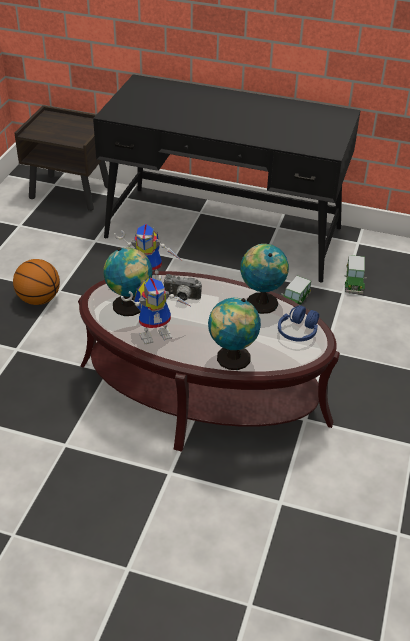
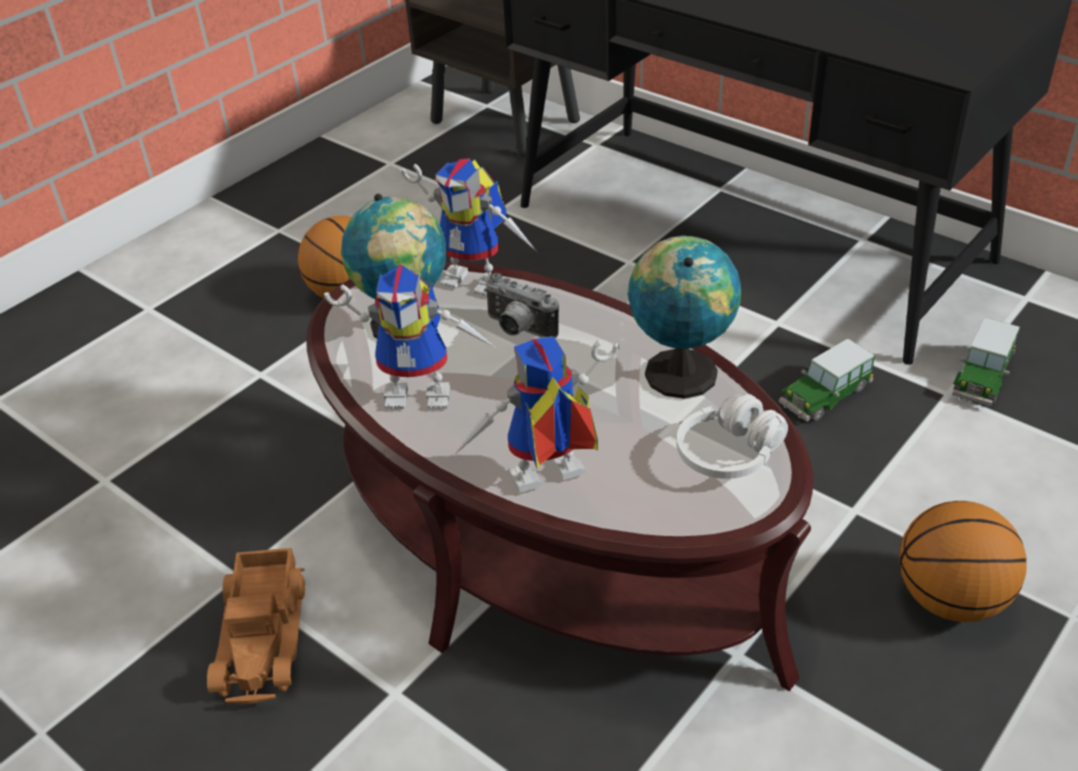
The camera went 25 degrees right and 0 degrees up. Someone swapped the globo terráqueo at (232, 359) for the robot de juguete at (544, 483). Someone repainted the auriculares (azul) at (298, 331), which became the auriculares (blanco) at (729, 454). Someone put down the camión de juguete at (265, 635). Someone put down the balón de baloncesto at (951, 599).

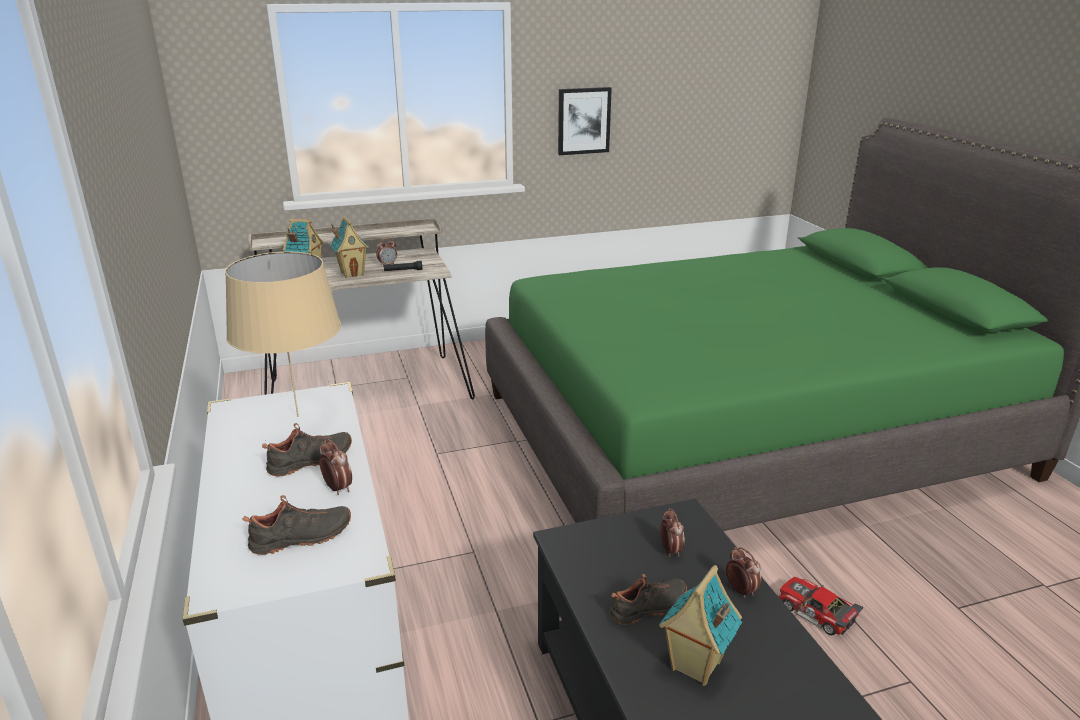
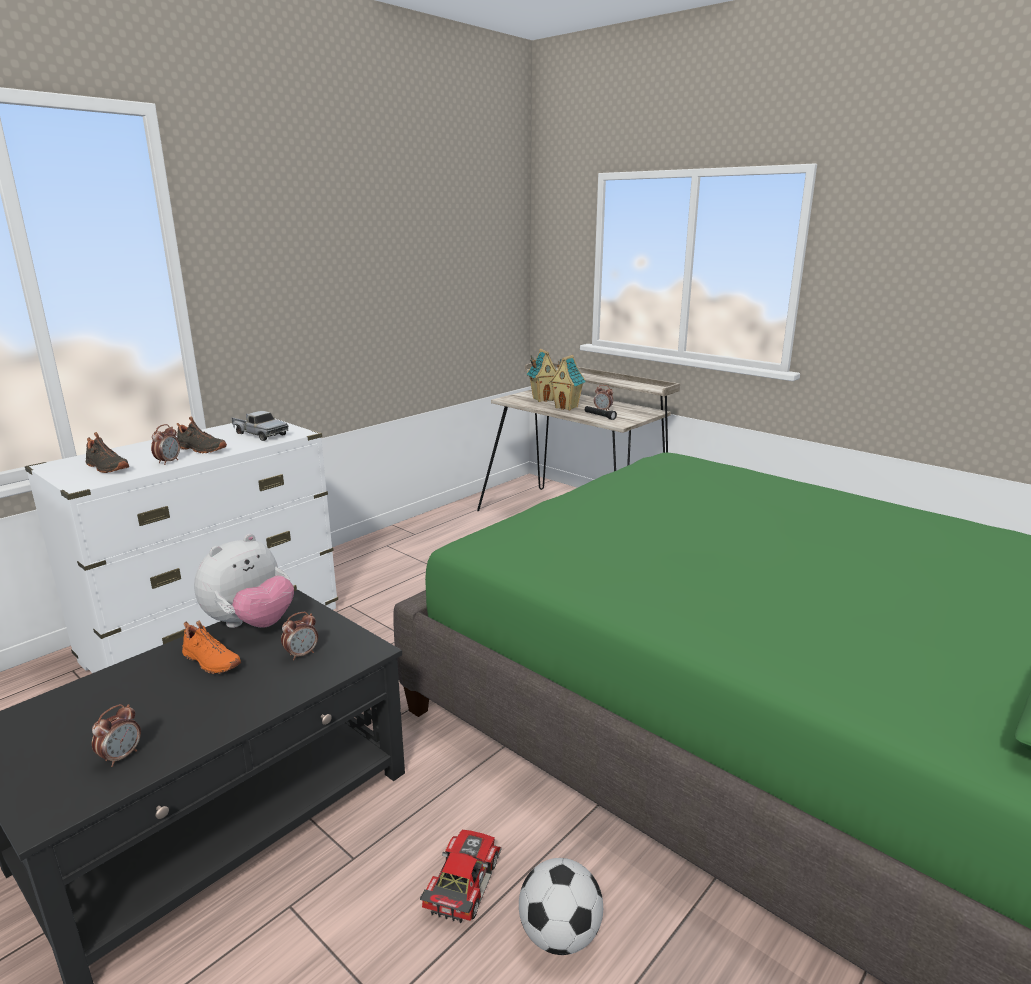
The camera went 60 degrees right and 5 degrees down. Someone swapped the lámpara de mesa (beis) at (297, 416) for the camión de juguete at (259, 434). Someone took away the cuadro at (583, 121). Someone repainted the zapato (negro) at (649, 608), which became the zapato (naranja) at (210, 662). Someone took away the casita at (694, 666). Someone carried the despertador from (740, 590) to (121, 756). Someone put down the peluche at (251, 624). Someone put down the balón de fútbol at (559, 935).

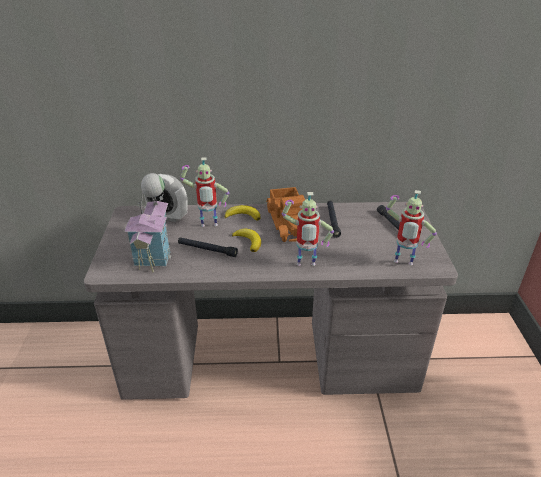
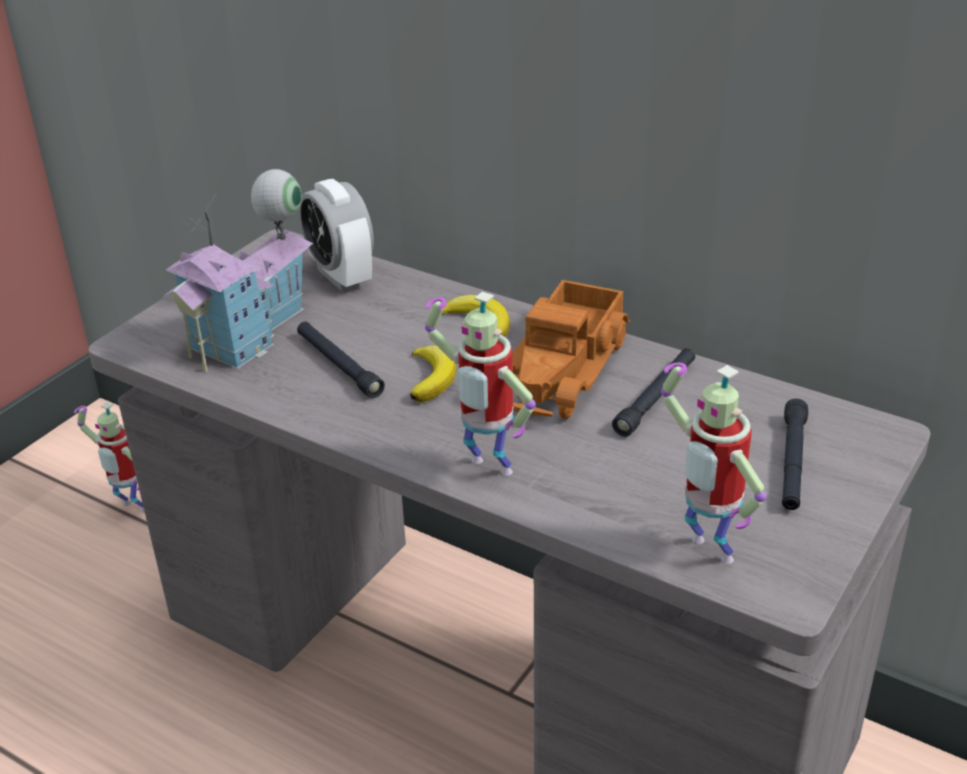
The camera went 35 degrees right and 0 degrees up. Someone carried the robot de juguete from (208, 226) to (131, 509).

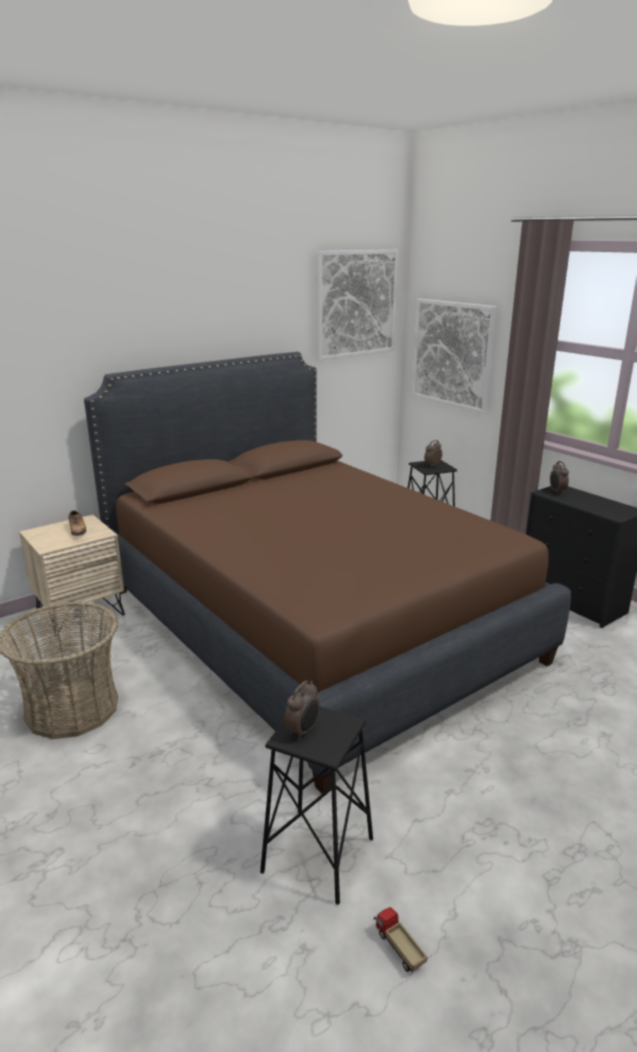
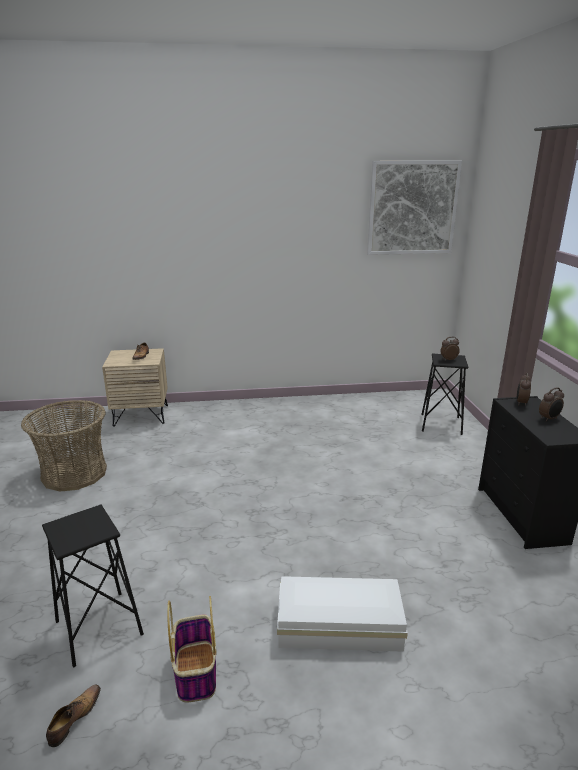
The camera went 30 degrees right and 0 degrees up. Someone took away the cama (marrón) at (313, 623). Someone carried the despertador from (303, 731) to (549, 419). Someone swapped the camión de juguete at (398, 948) for the zapato at (74, 719). Someone took away the cuadro at (452, 354). Someone put down the cesta at (195, 670). Someone put down the caja de almacenaje (blanco) at (341, 626).

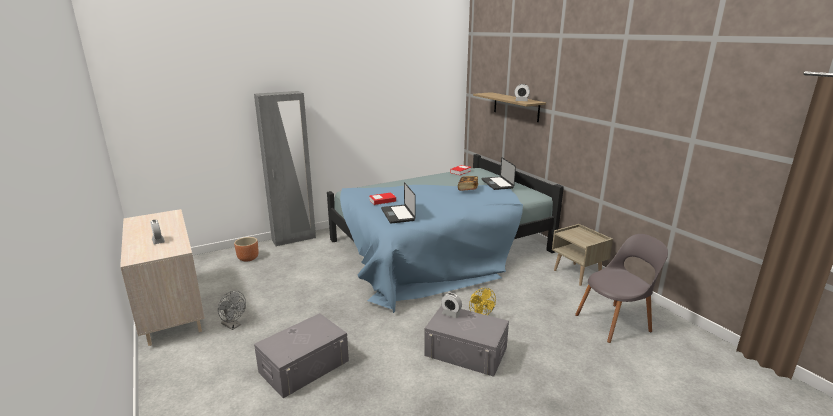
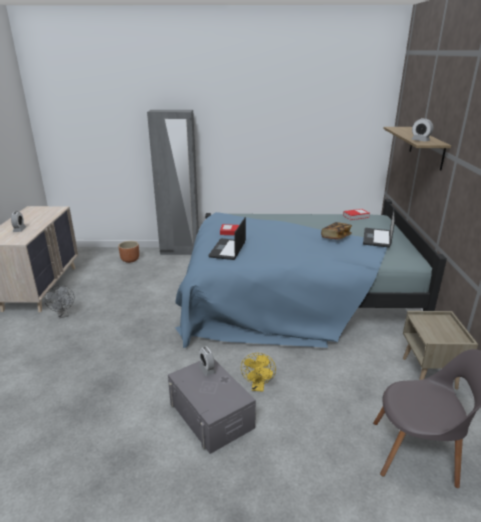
The camera went 30 degrees right and 5 degrees up. Someone took away the caja de almacenaje (gris) at (304, 366).

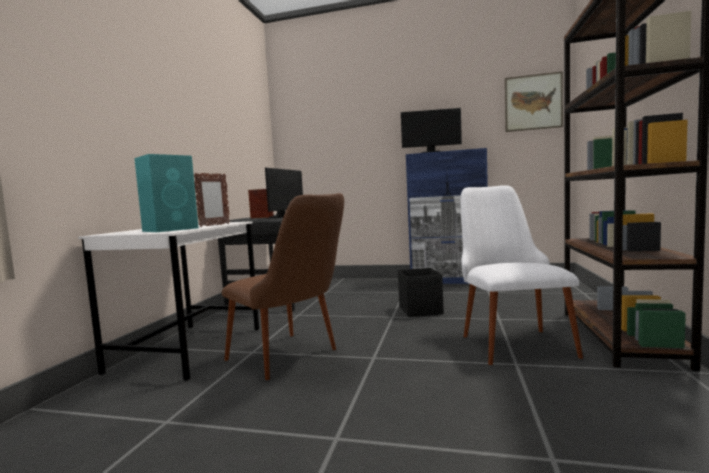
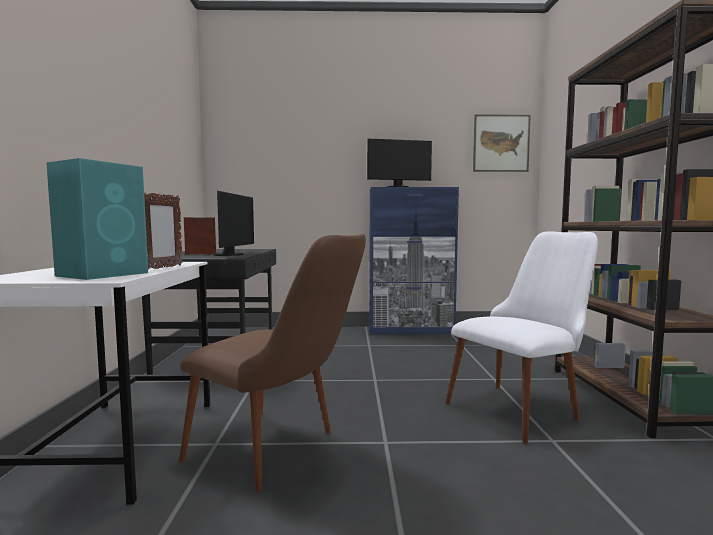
The camera went 15 degrees left and 0 degrees up. Someone took away the caja de almacenaje (negro) at (420, 310). Someone rotated the silla (blanco) at (509, 339) by 75 degrees clockwise.

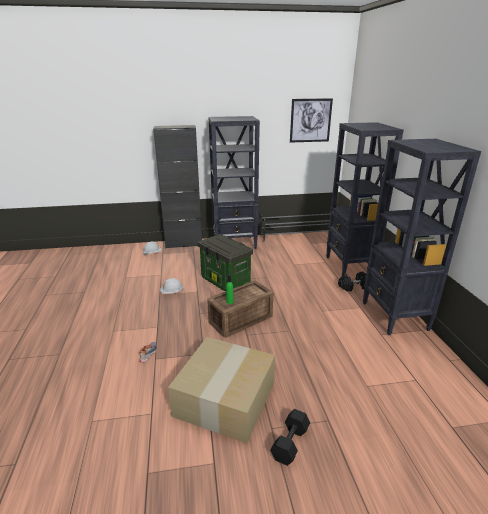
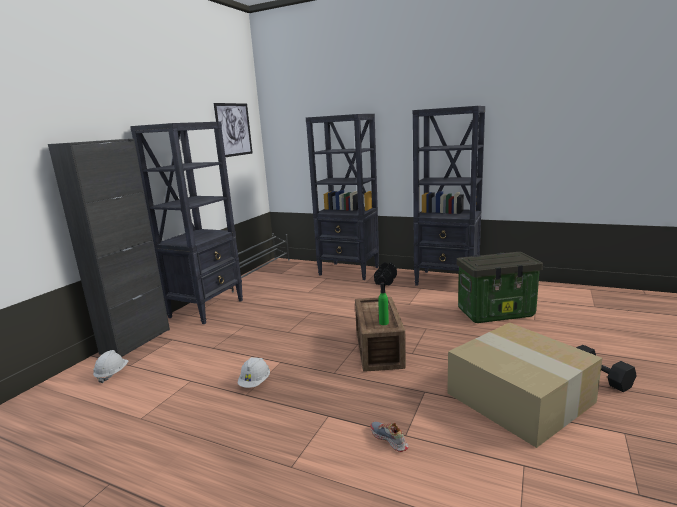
The camera went 55 degrees left and 10 degrees down. Someone carried the caja de almacenaje from (226, 281) to (496, 312).

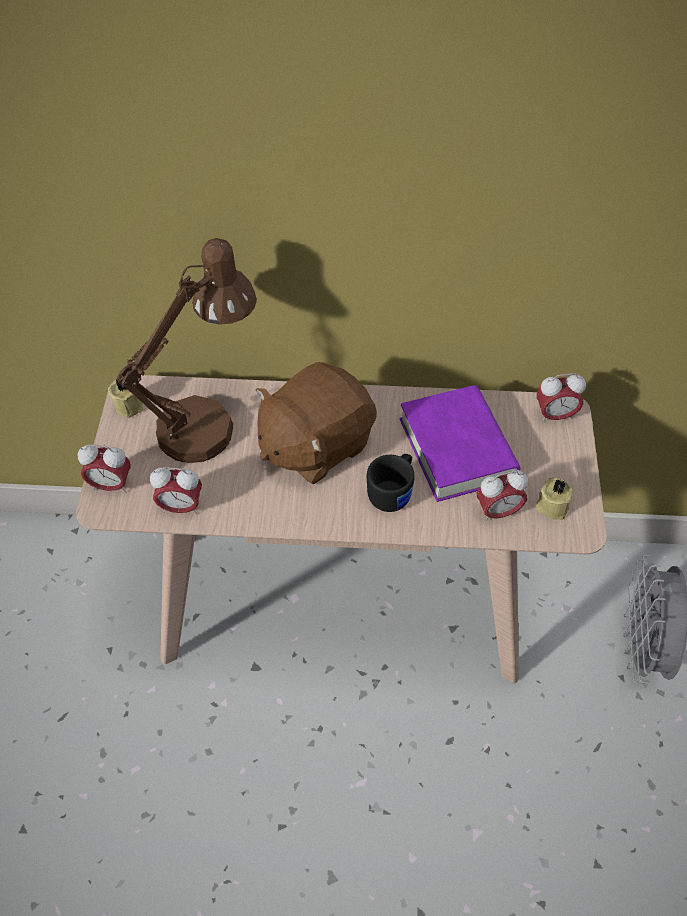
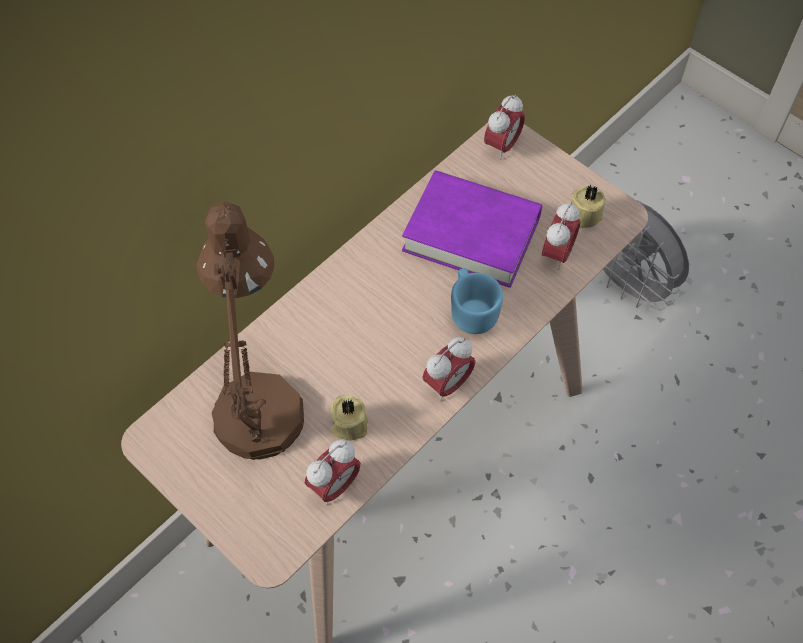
The camera went 50 degrees left and 5 degrees up. Someone carried the despertador from (111, 485) to (447, 384). Someone carried the vela (beis) from (129, 404) to (349, 423). Someone took away the peluche (marrón) at (315, 444). Someone repainted the taza grande (negro) at (393, 492), which became the taza grande (azul) at (472, 310).

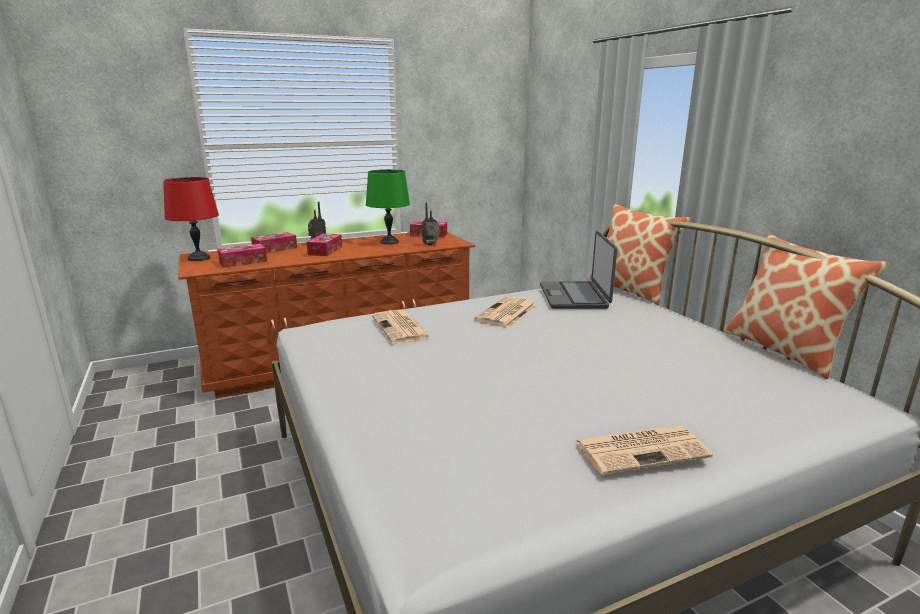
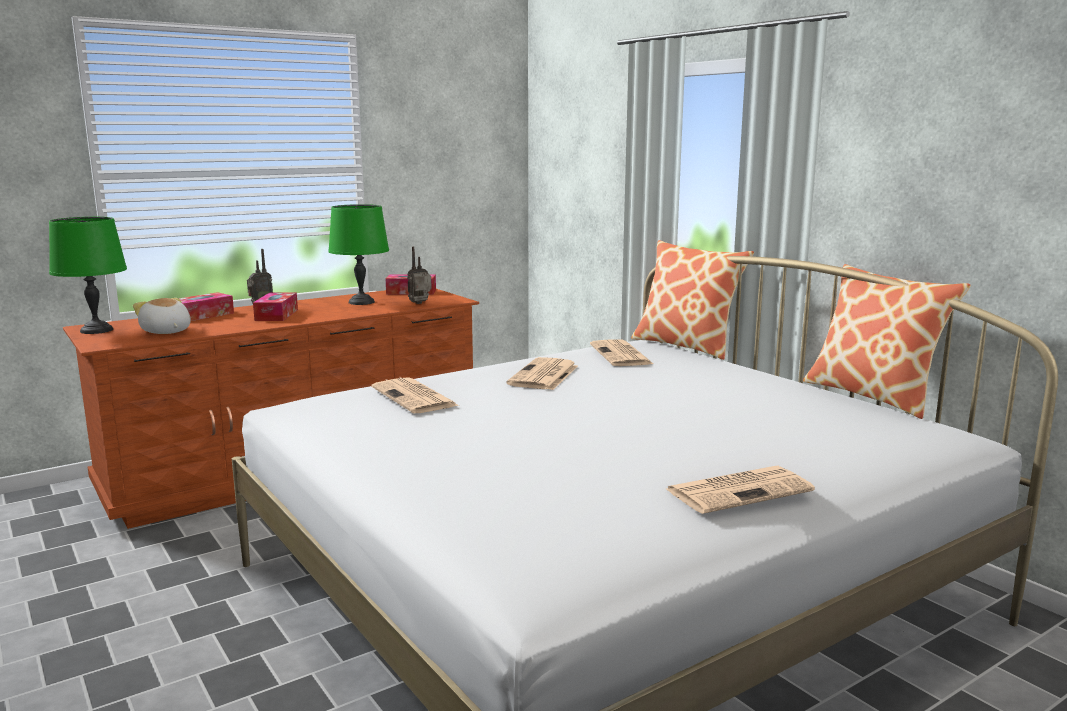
The camera went 10 degrees left and 5 degrees down. Someone repainted the lámpara de mesa (rojo) at (199, 258), which became the lámpara de mesa (verde) at (97, 330). Someone swapped the caja de pañuelos at (243, 262) for the peluche at (166, 332). Someone swapped the portátil at (574, 296) for the periódico at (621, 355).

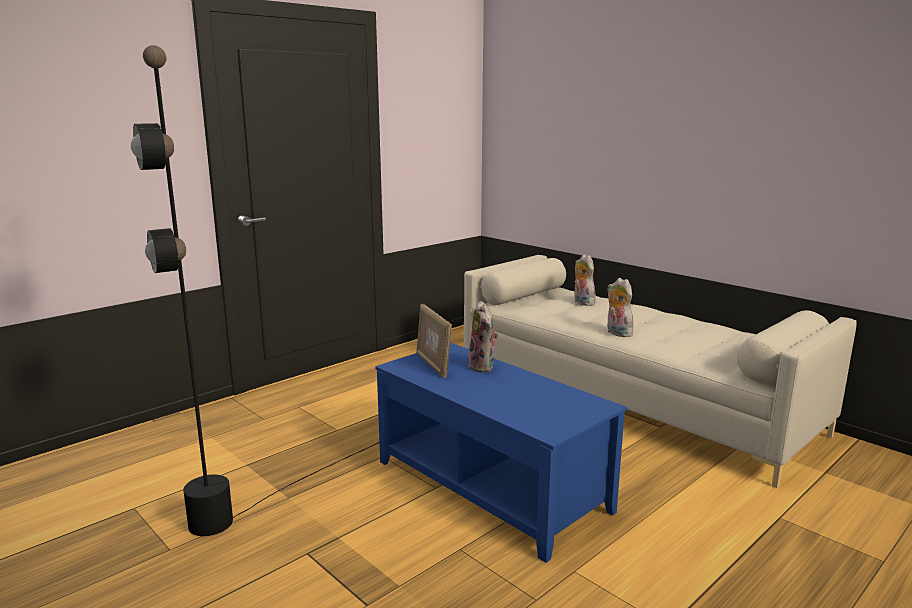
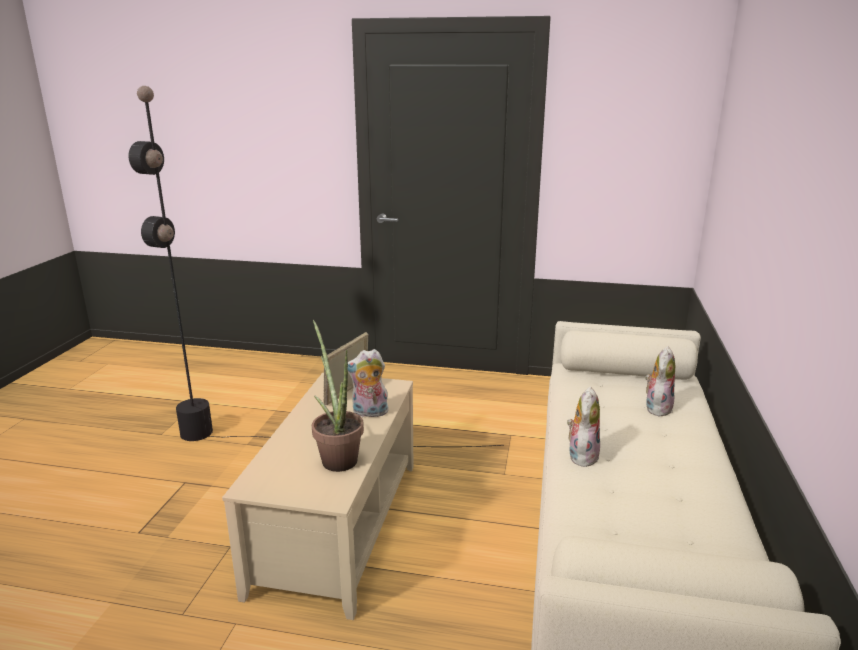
The camera went 55 degrees right and 5 degrees up. Someone repainted the mesa de centro (azul) at (491, 486), which became the mesa de centro (beis) at (338, 525). Someone rotated the peluche at (483, 367) by 45 degrees clockwise. Someone put down the planta en maceta at (337, 457).

